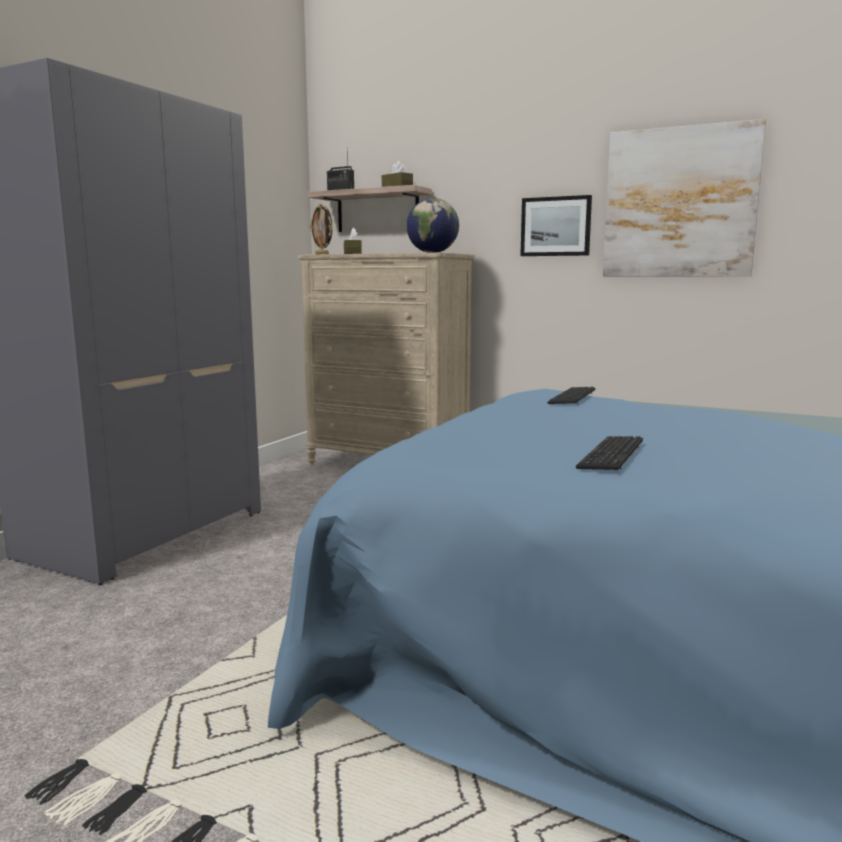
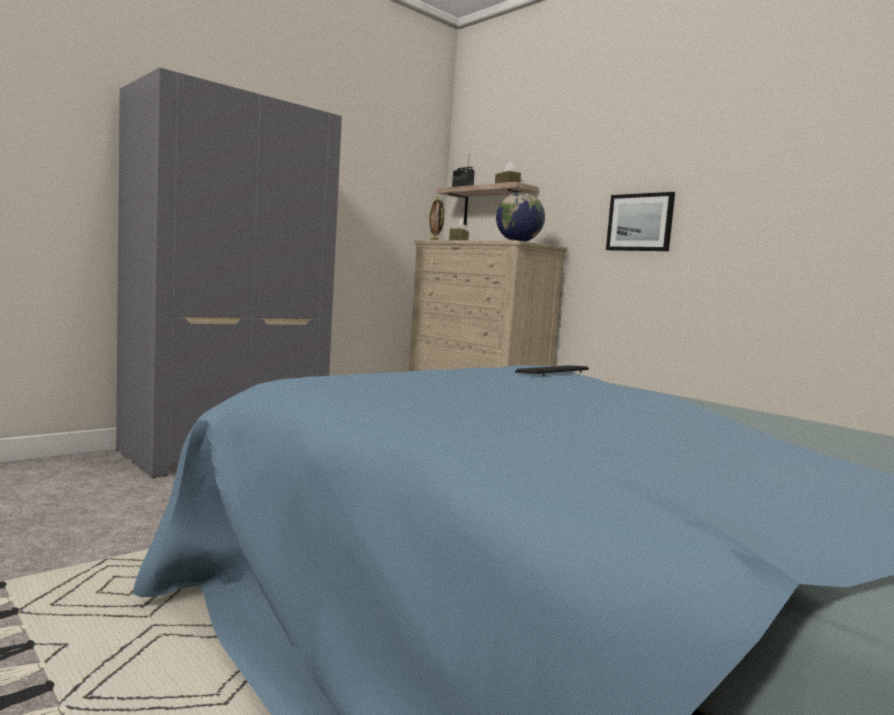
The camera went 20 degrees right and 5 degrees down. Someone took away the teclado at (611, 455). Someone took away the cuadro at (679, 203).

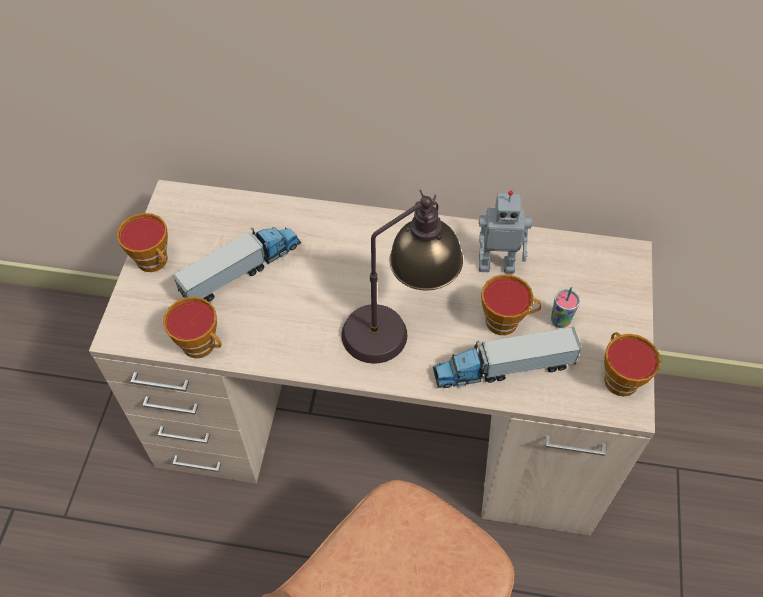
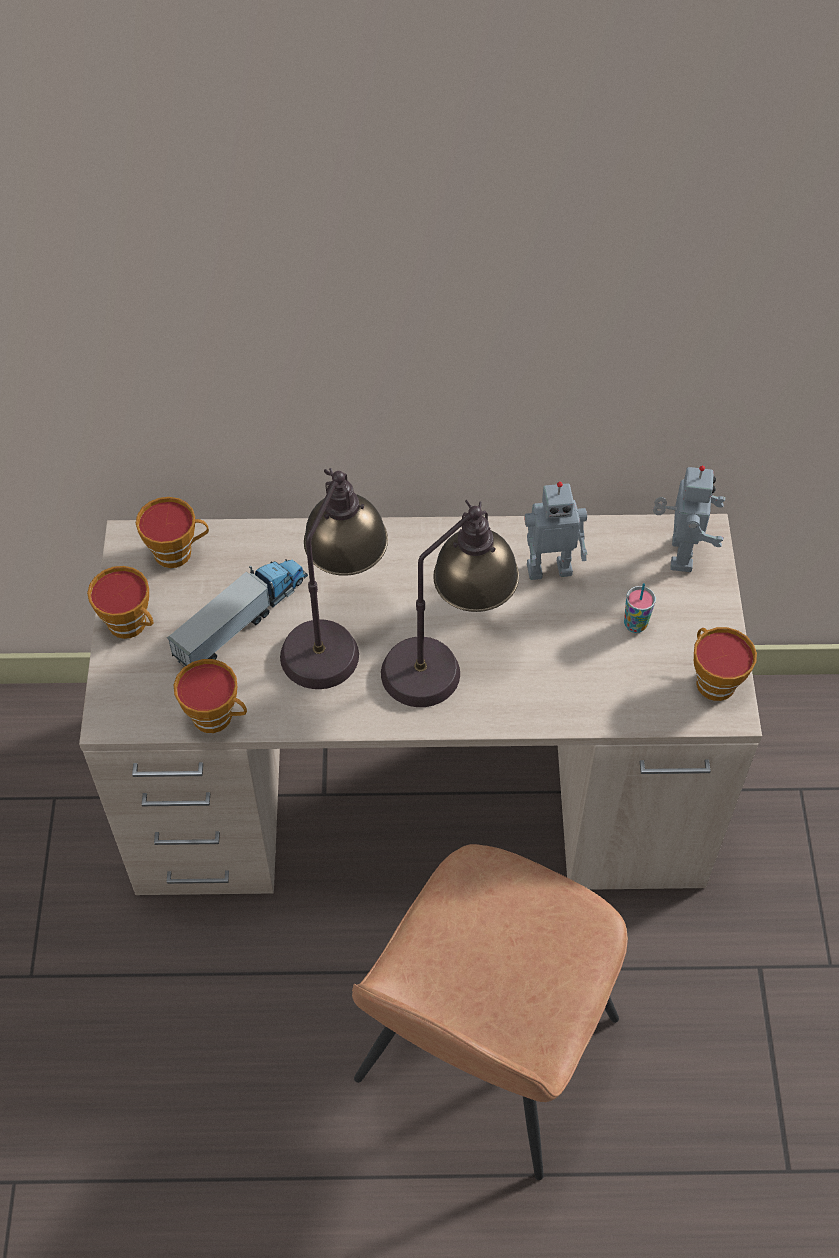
The camera went 10 degrees left and 0 degrees up. Someone took away the camión de juguete at (503, 368). Someone carried the taza from (506, 321) to (178, 552). Someone put down the lámpara de mesa at (334, 632). Someone put down the robot de juguete at (679, 554).

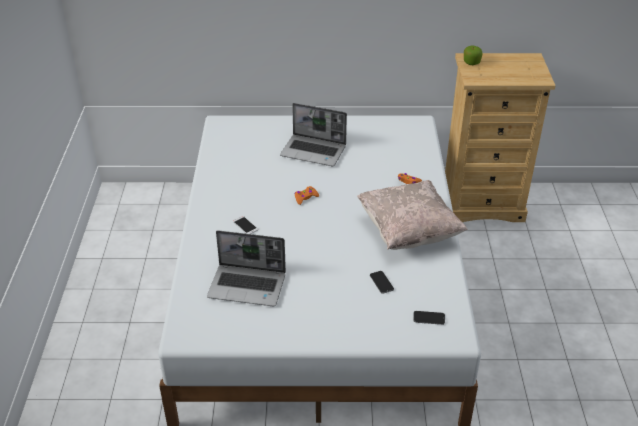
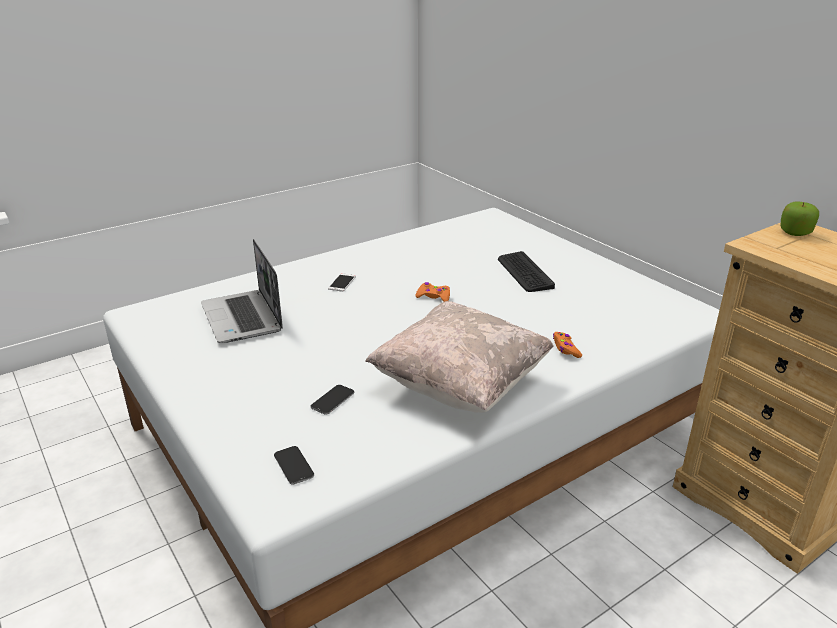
The camera went 55 degrees right and 10 degrees down. Someone swapped the portátil at (314, 151) for the teclado at (524, 272).

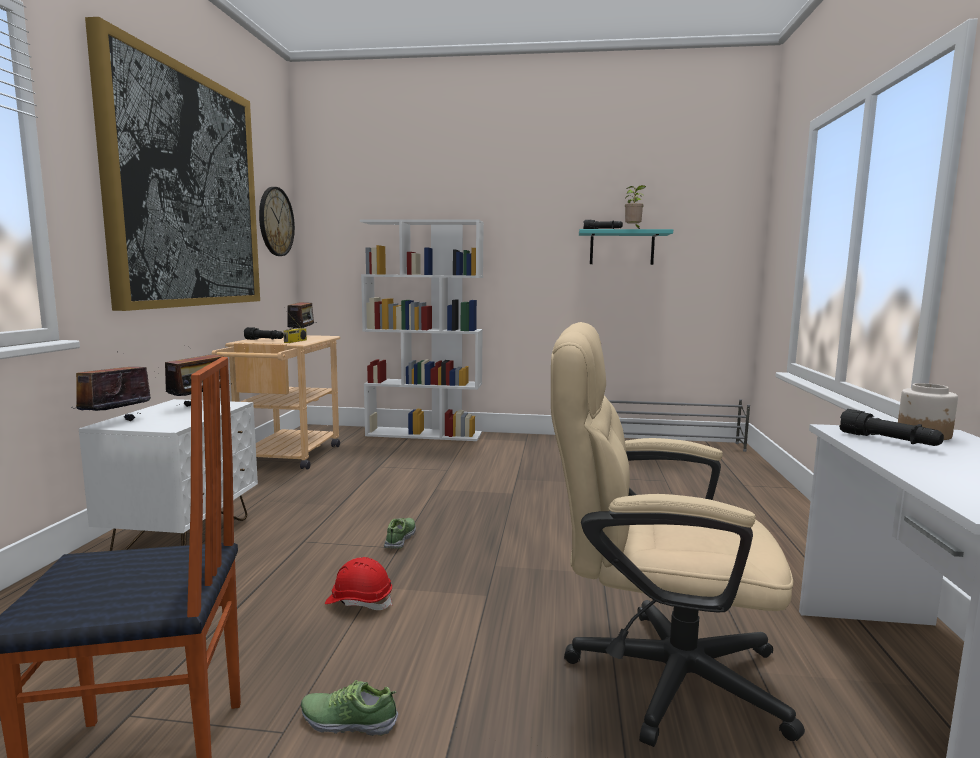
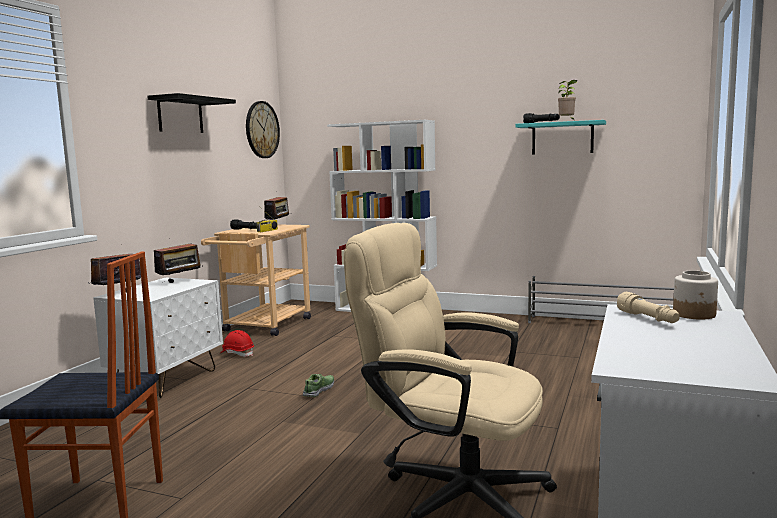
The camera went 15 degrees right and 0 degrees up. Someone swapped the cuadro at (186, 189) for the estante (negro) at (180, 115). Someone took away the zapato at (349, 721). Someone carried the casco (rojo) from (359, 601) to (237, 354). Someone repainted the linterna (negro) at (888, 441), which became the linterna (beis) at (648, 319).

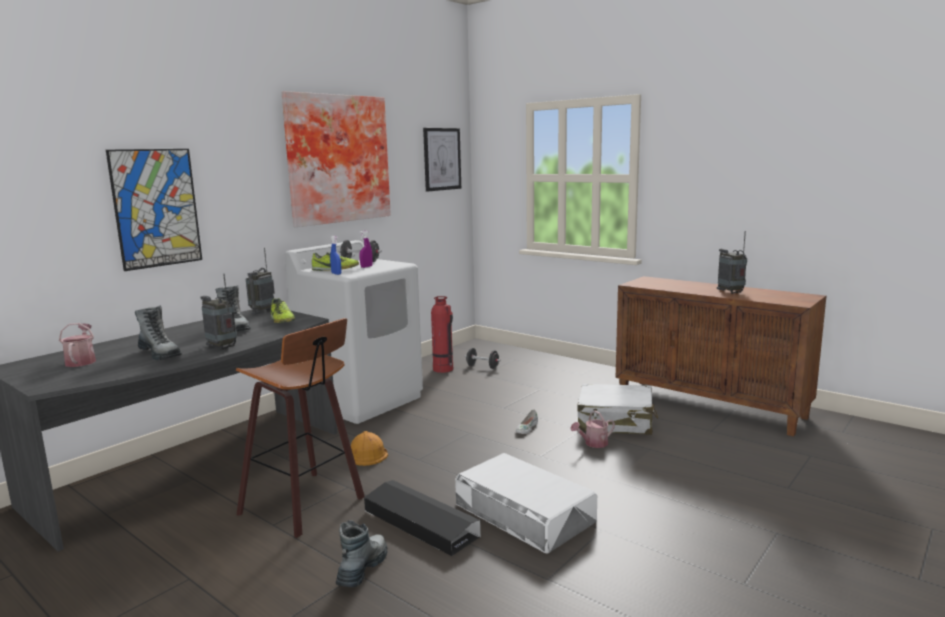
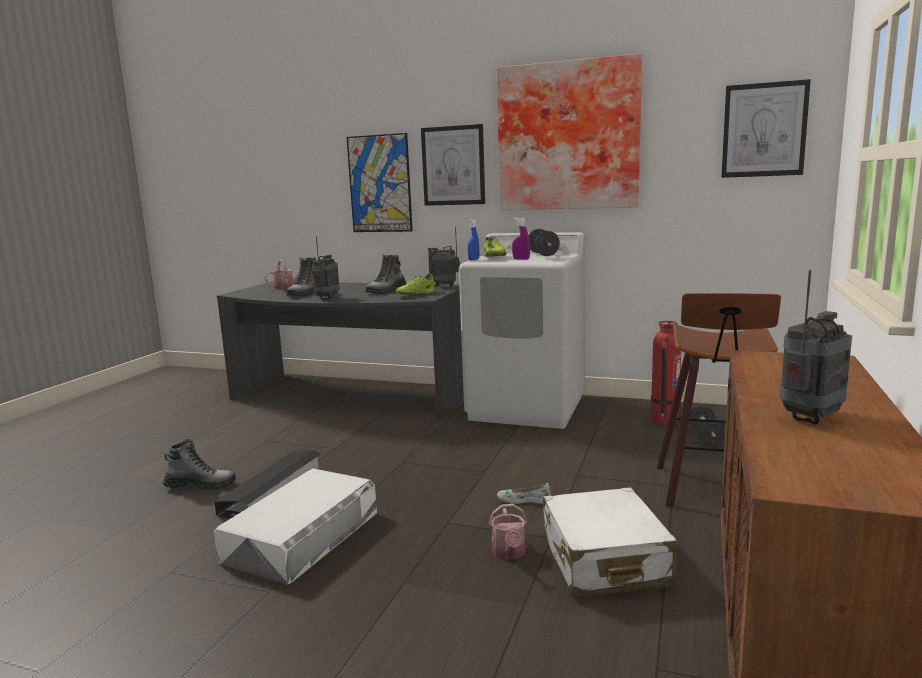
The camera went 70 degrees right and 0 degrees up. Someone carried the taburete from (307, 505) to (715, 491). Someone took away the casco (naranja) at (366, 454). Someone rotated the regadera at (593, 444) by 135 degrees counterclockwise. Someone put up the cuadro at (453, 166).

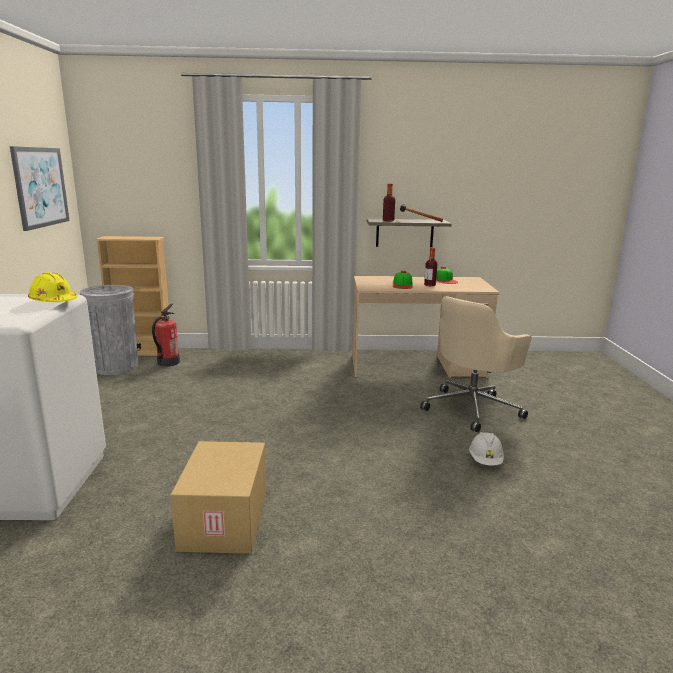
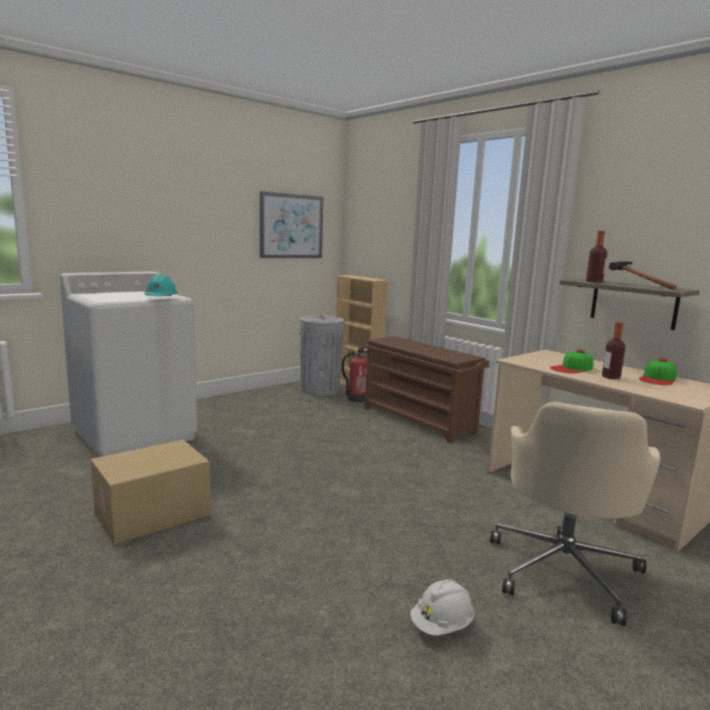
The camera went 50 degrees right and 5 degrees down. Someone repainted the casco (amarillo) at (53, 301), which became the casco (turquesa) at (161, 297). Someone rotated the silla de oficina (beis) at (472, 408) by 75 degrees counterclockwise. Someone put down the zapatero (marrón) at (419, 420).

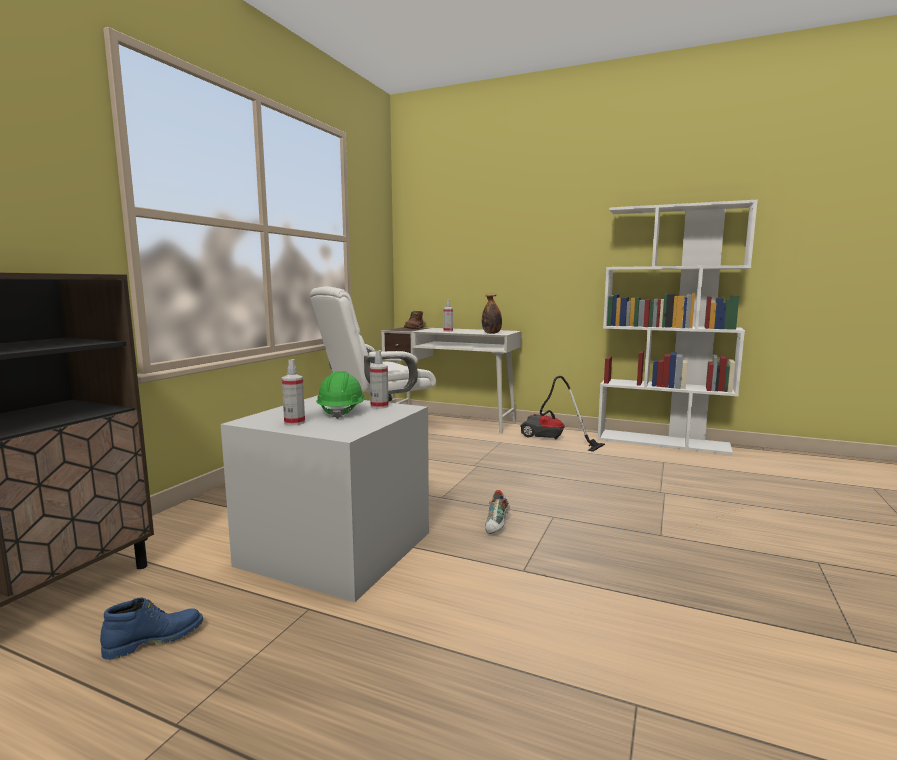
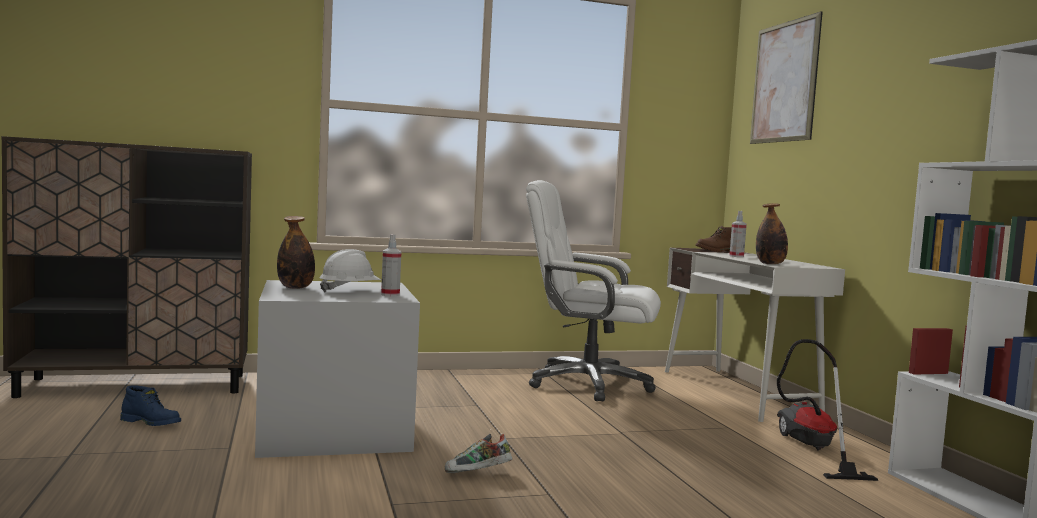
The camera went 50 degrees right and 5 degrees down. Someone swapped the pulverizador at (294, 422) for the botella at (295, 288). Someone repainted the casco (verde) at (341, 412), which became the casco (blanco) at (349, 291). Someone put up the cuadro at (784, 82).

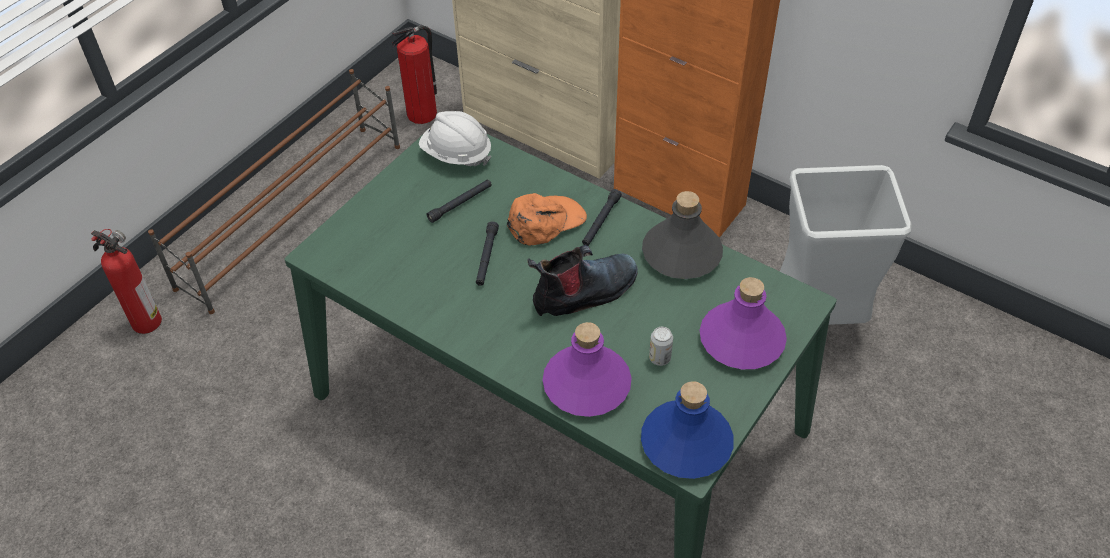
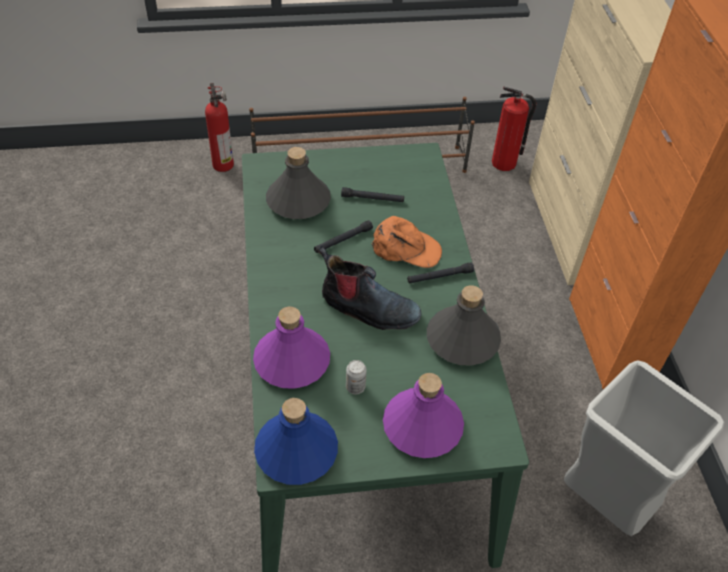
The camera went 45 degrees right and 0 degrees up. Someone took away the casco (blanco) at (456, 154). Someone put down the botella (gris) at (298, 201).

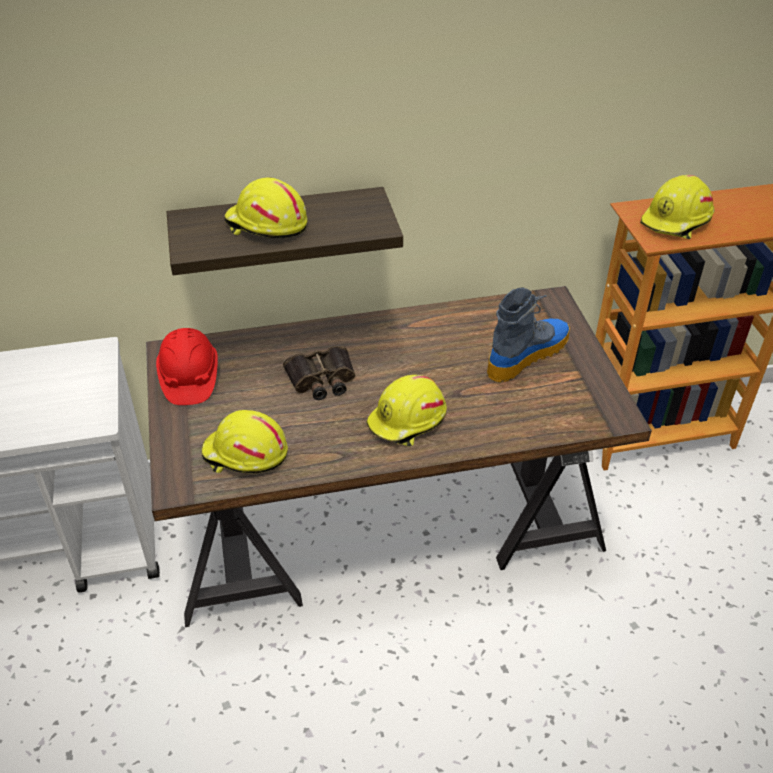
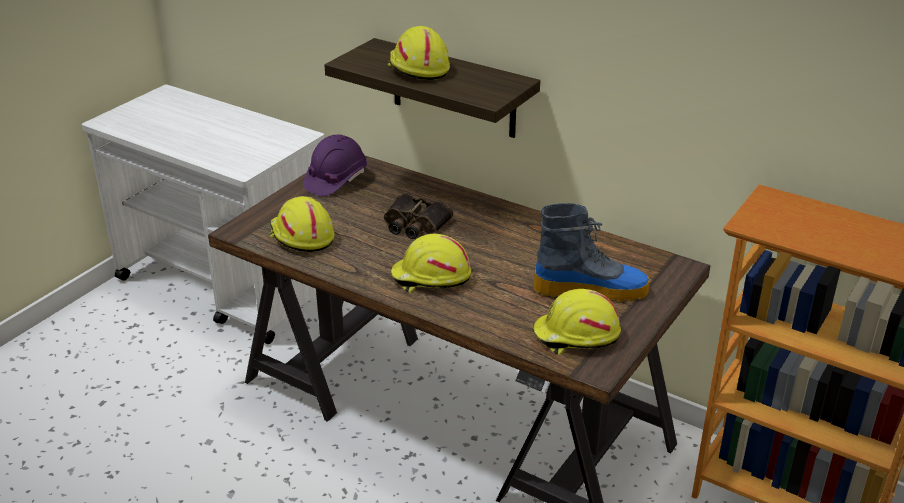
The camera went 45 degrees right and 10 degrees down. Someone repainted the casco (rojo) at (189, 378), which became the casco (morado) at (335, 180). Someone carried the casco (amarillo) from (677, 221) to (576, 336).

